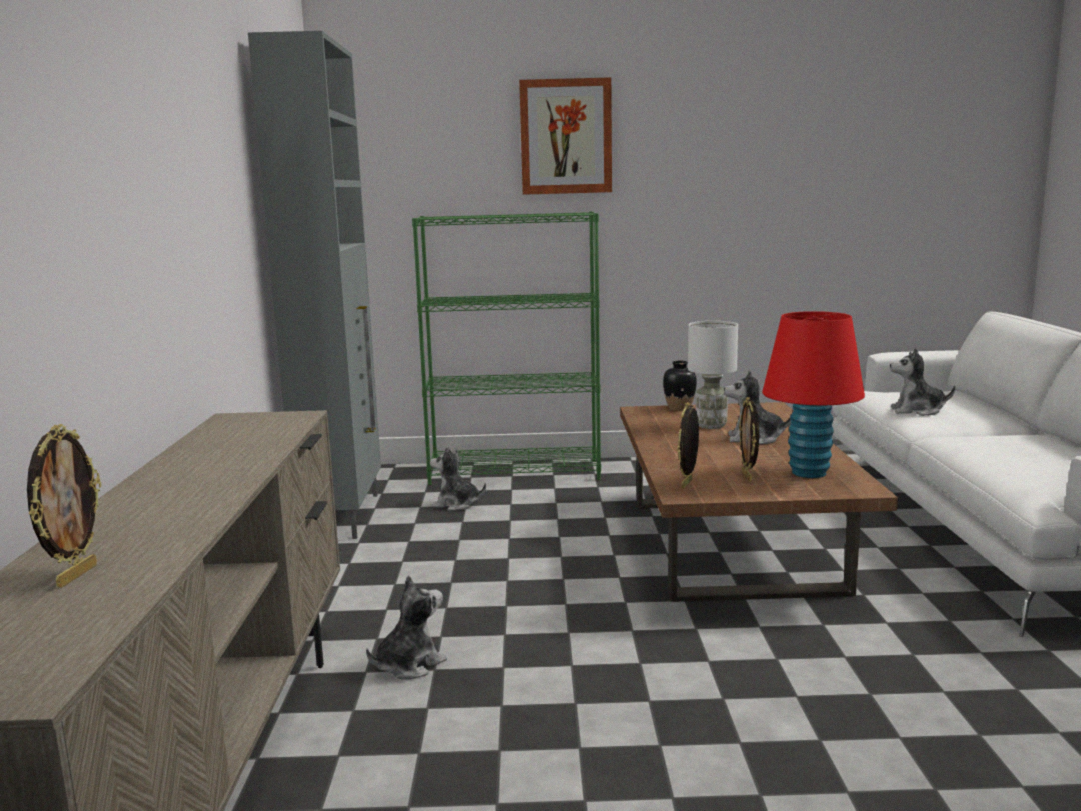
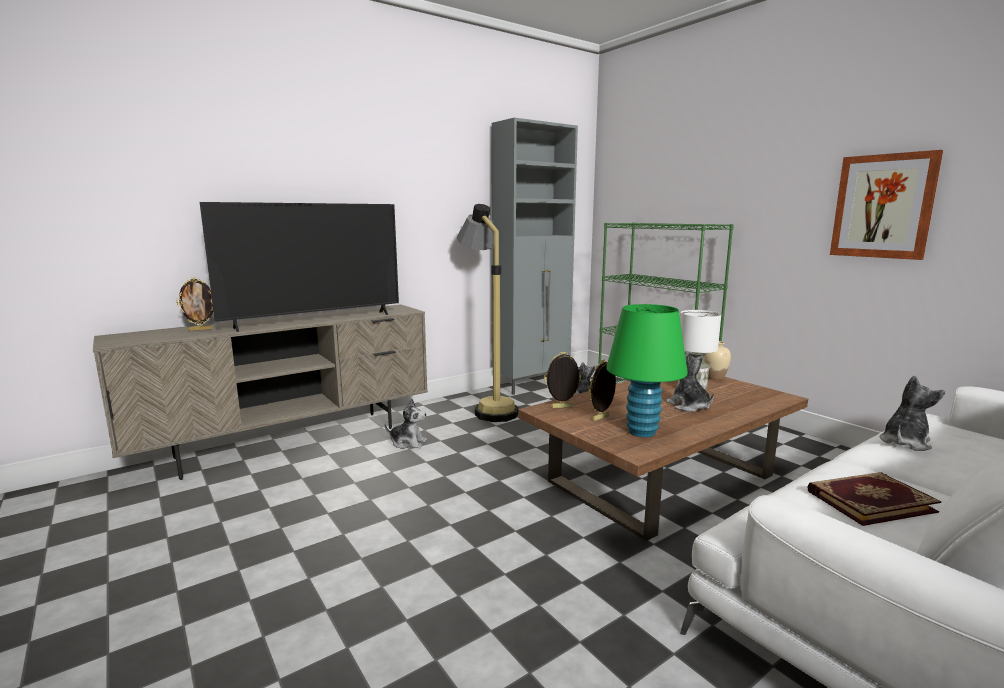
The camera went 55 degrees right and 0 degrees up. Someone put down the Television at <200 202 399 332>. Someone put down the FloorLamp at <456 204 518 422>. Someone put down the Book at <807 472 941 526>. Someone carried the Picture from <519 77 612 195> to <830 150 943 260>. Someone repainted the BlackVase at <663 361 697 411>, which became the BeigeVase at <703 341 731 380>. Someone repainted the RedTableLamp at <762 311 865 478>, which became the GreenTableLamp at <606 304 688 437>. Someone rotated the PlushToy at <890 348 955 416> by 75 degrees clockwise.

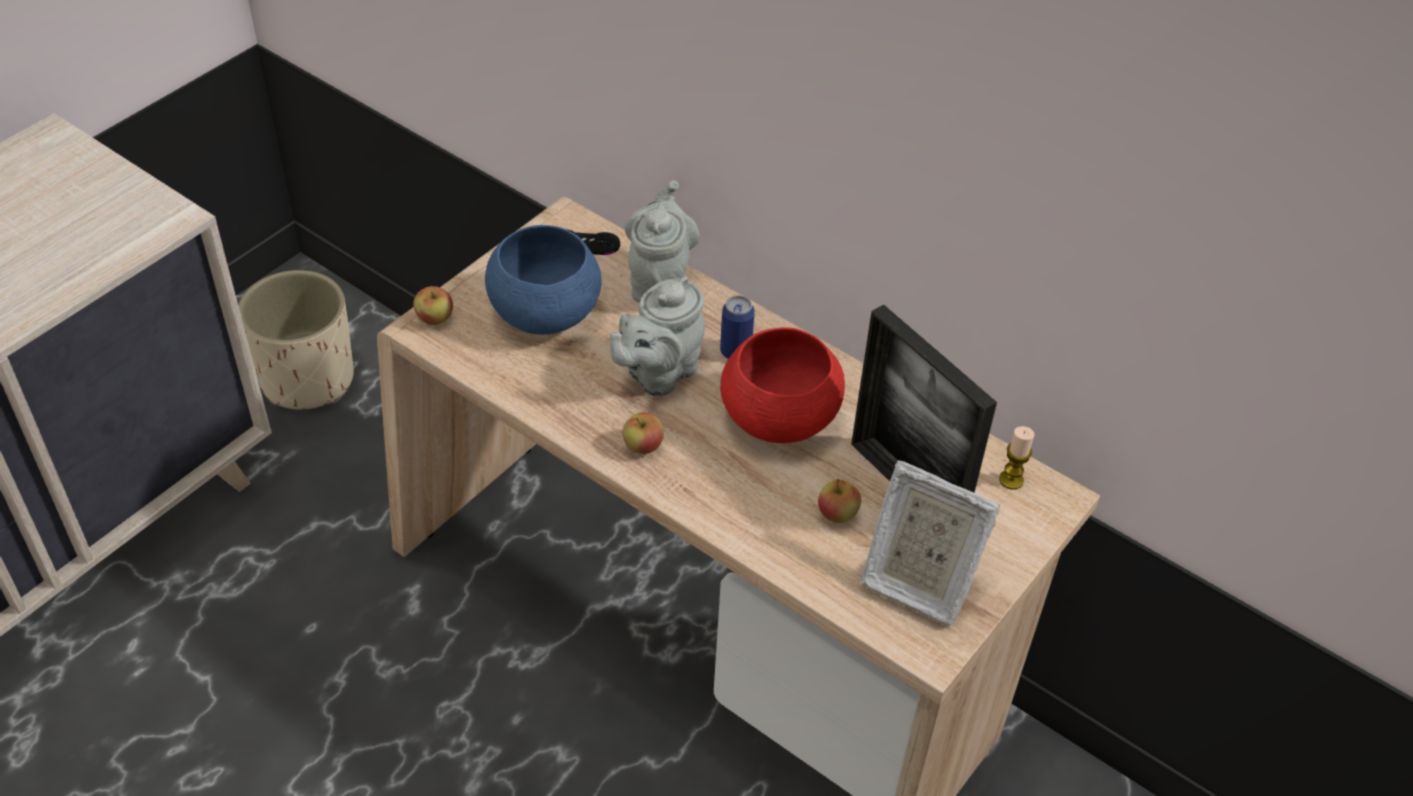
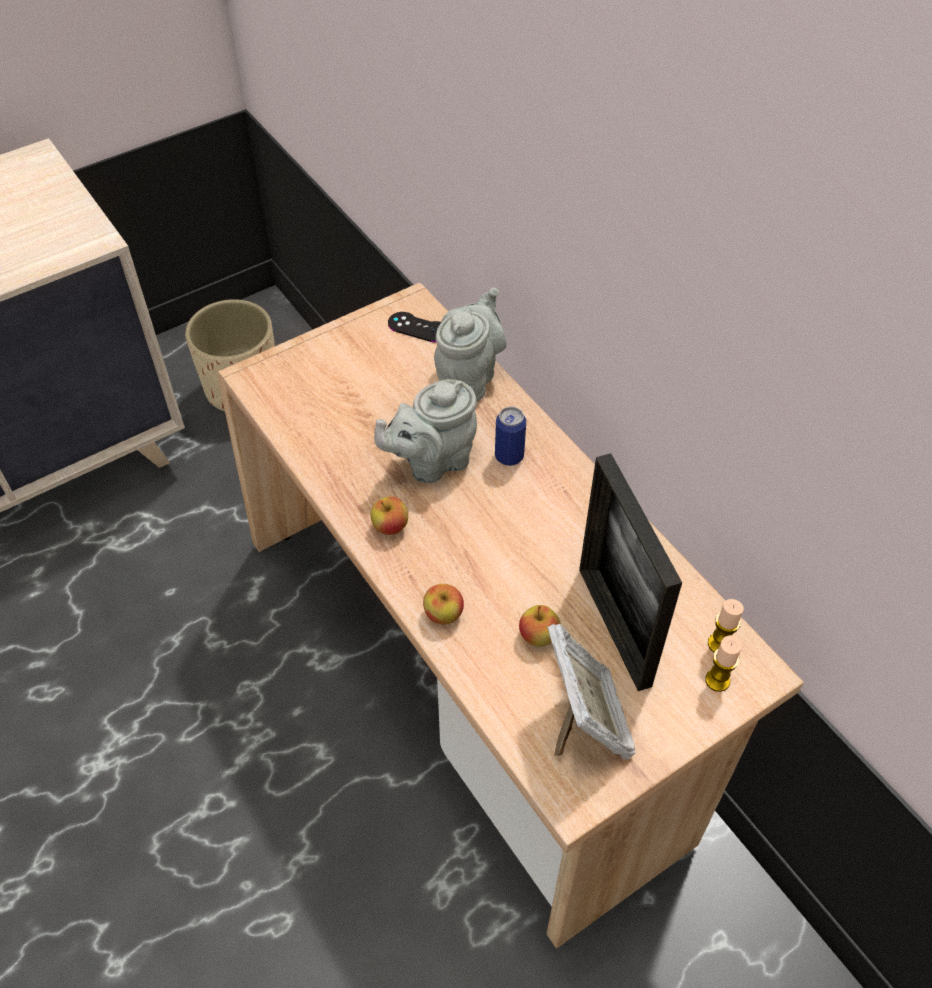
The camera went 20 degrees right and 5 degrees up. Someone took away the BlueBowl at <485 225 601 335>. Someone took away the RedBowl at <720 327 845 443>. Someone put down the Candle at <705 635 742 692>. Someone carried the Apple from <414 286 453 325> to <423 584 464 624>. Someone rotated the PictureFrame at <861 460 1000 626> by 150 degrees counterclockwise.

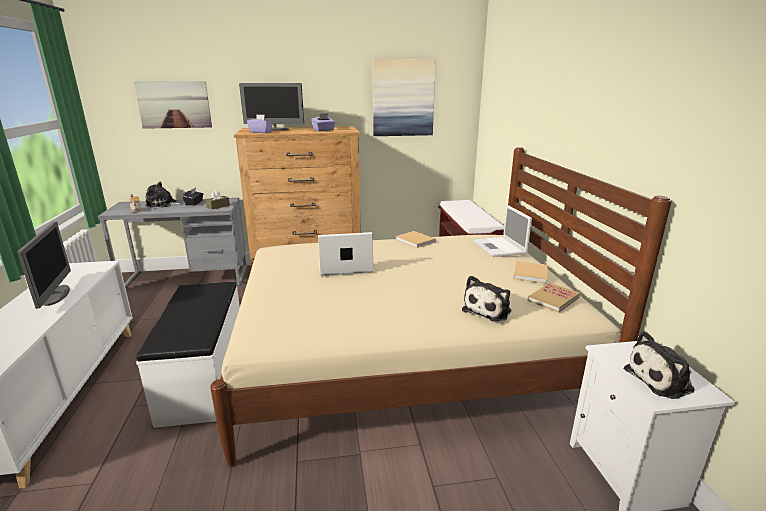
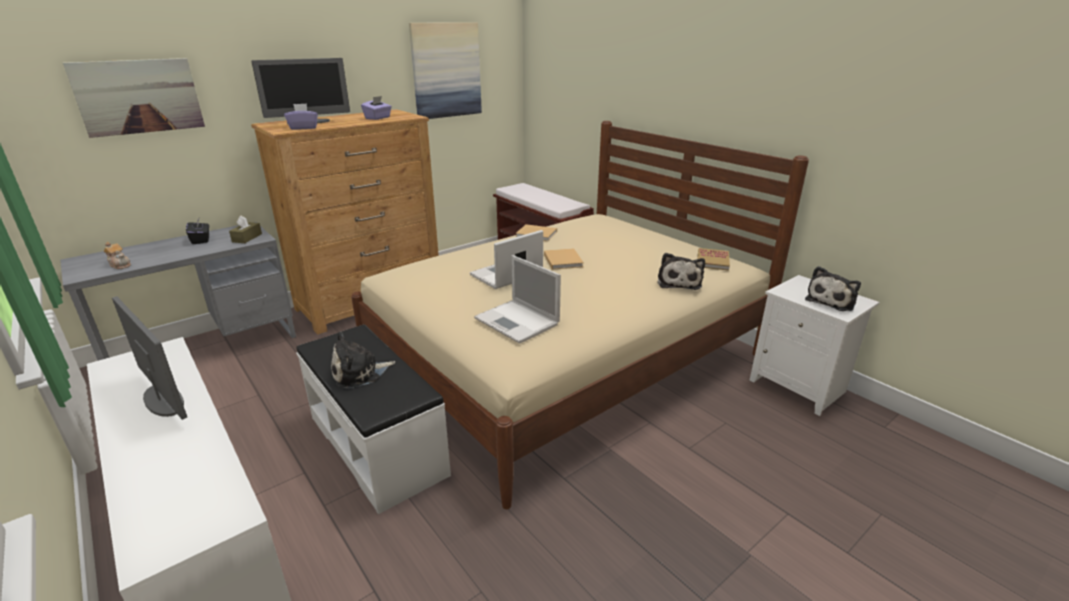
The camera went 30 degrees left and 5 degrees up. Someone carried the PlushToy from <145 182 182 207> to <331 331 395 389>. Someone carried the Laptop from <473 205 532 257> to <474 255 561 344>. Someone carried the BeigeBook from <513 261 547 284> to <544 248 584 270>.

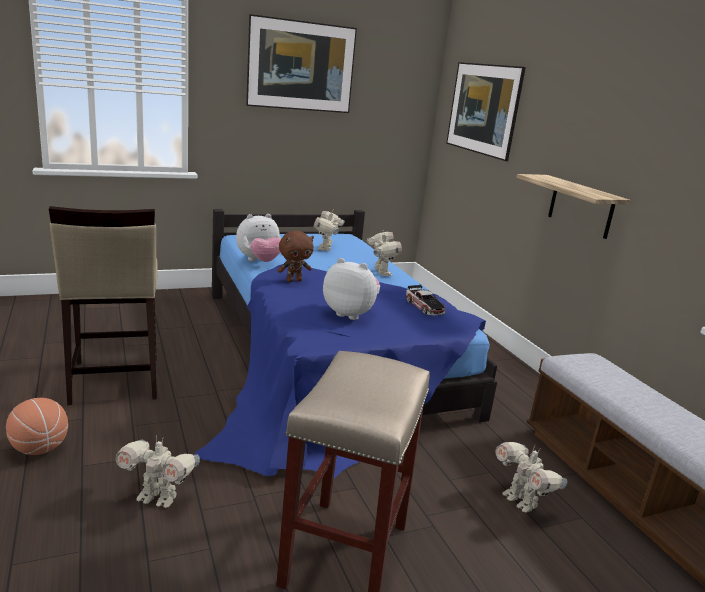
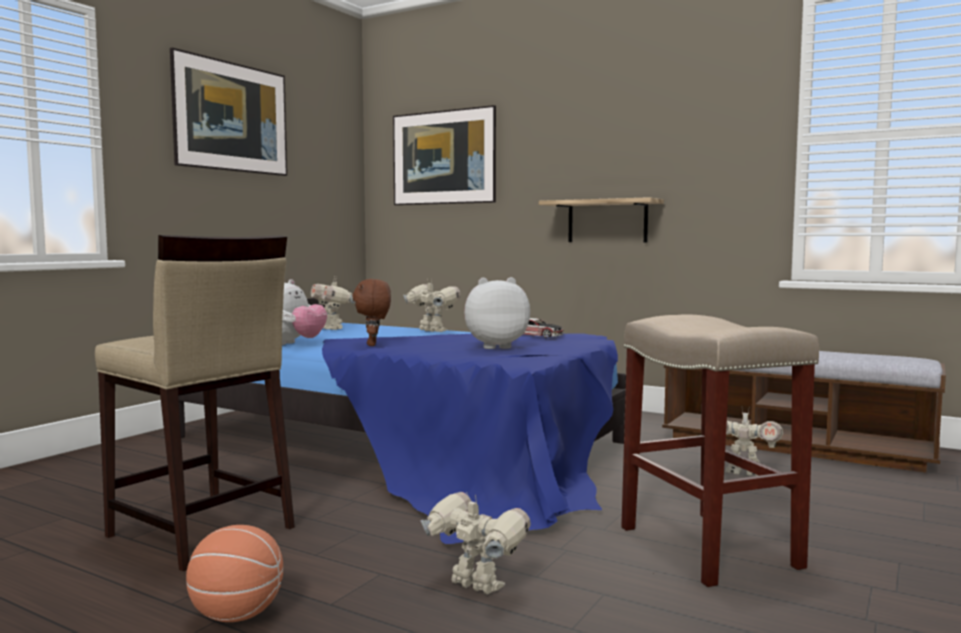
The camera went 35 degrees left and 15 degrees down. Someone rotated the ToyRobot at <115 435 200 508> by 120 degrees counterclockwise. Someone rotated the BrownPlushToy at <277 231 314 282> by 150 degrees clockwise.

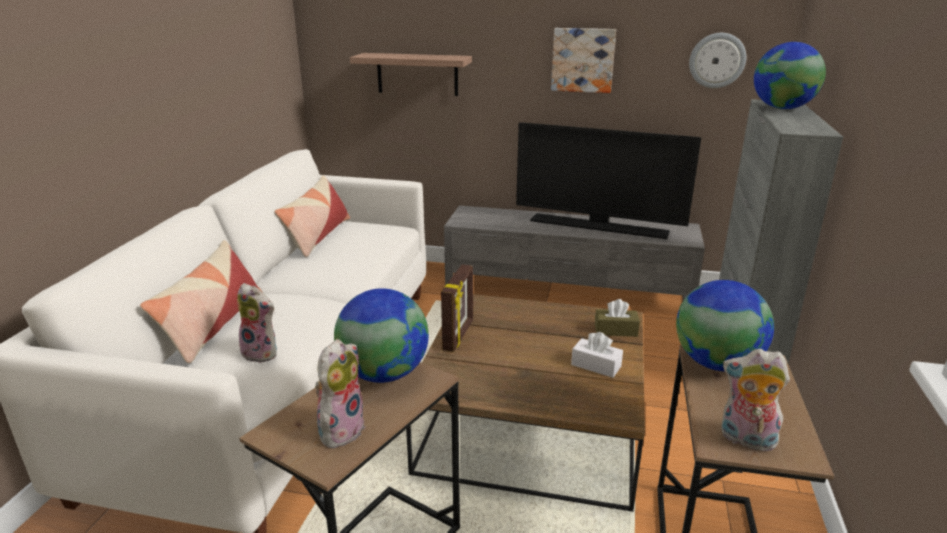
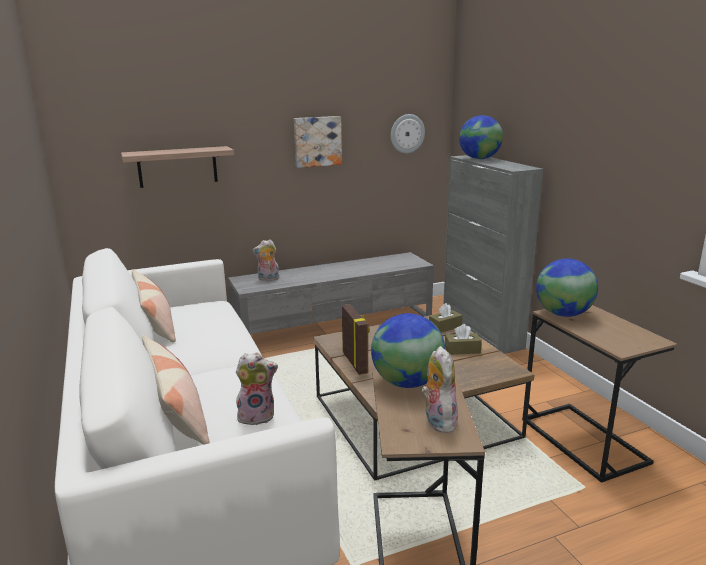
The camera went 35 degrees left and 5 degrees down. Someone took away the Television at <516 122 701 239>. Someone carried the PlushToy from <721 349 790 451> to <253 240 279 281>. Someone repainted the WhiteTissueBox at <571 332 623 378>, which became the BrownTissueBox at <445 324 482 355>.

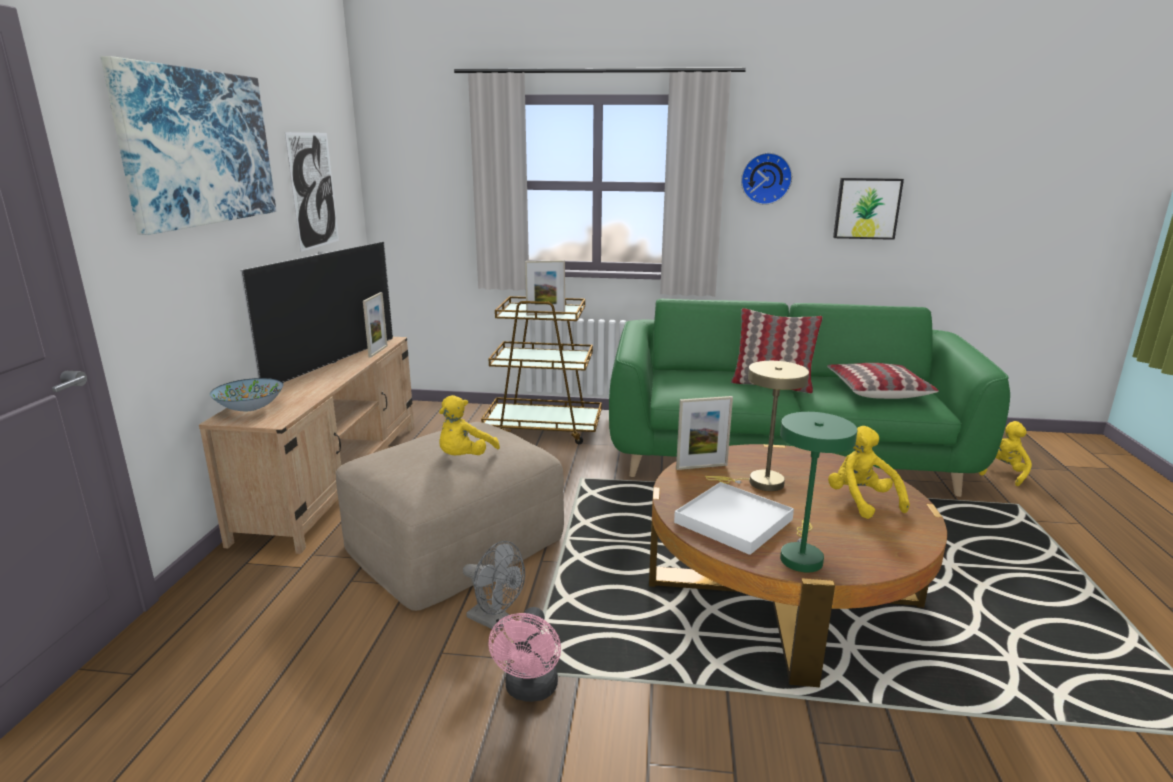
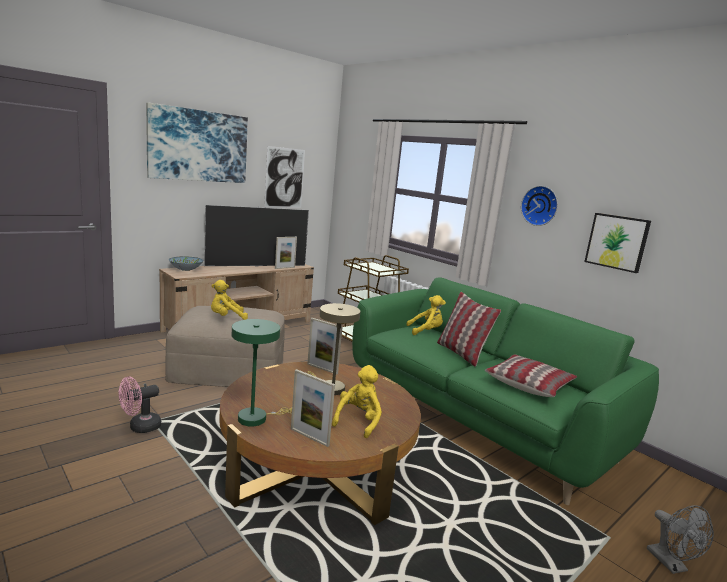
The camera went 40 degrees right and 5 degrees down. Someone took away the WhiteTray at <674 482 794 555>. Someone carried the GreyFan from <463 541 525 632> to <647 505 714 574>. Someone carried the PictureFrame from <525 260 565 316> to <291 369 335 447>. Someone carried the YellowPlushToy from <979 421 1032 486> to <406 295 446 335>.

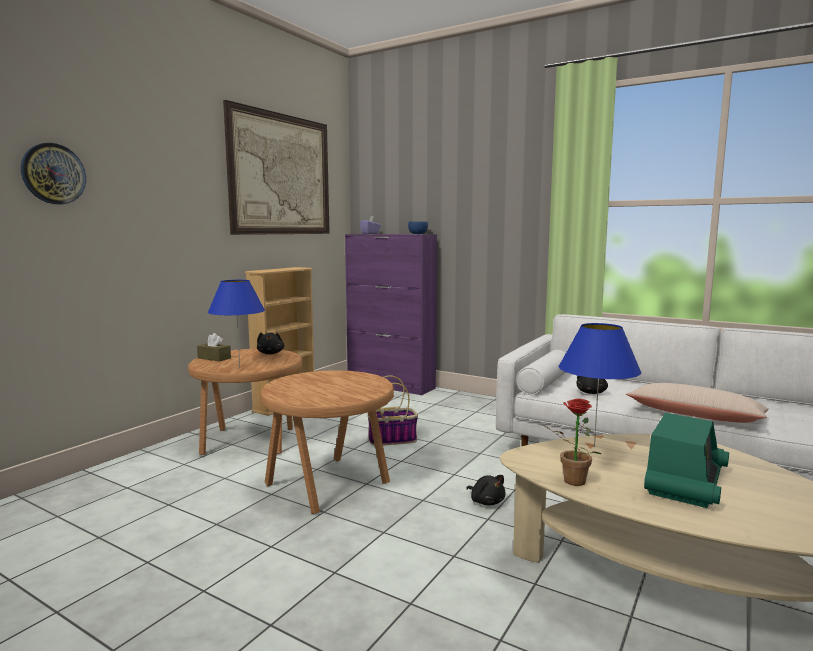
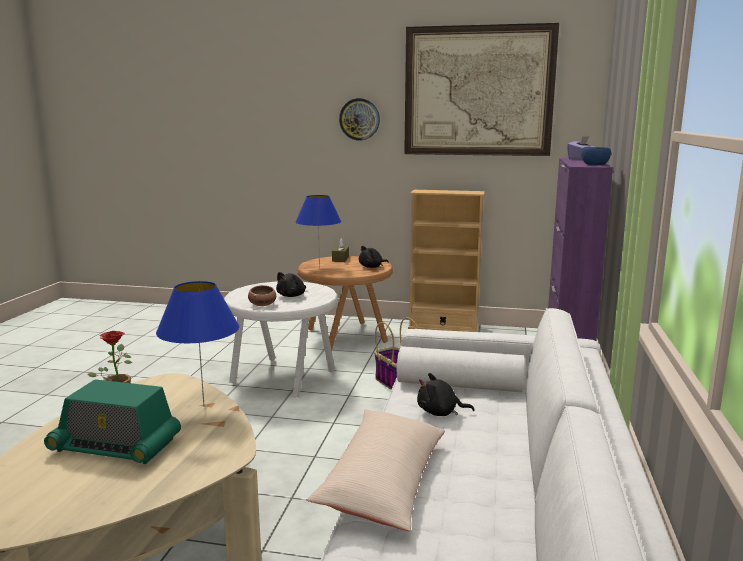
The camera went 70 degrees right and 5 degrees up. Someone put down the Bowl at <248 285 276 306>. Someone carried the WallClock from <21 143 86 204> to <339 98 380 140>. Someone carried the BlackPlushToy from <466 475 505 505> to <276 272 306 297>. Someone repainted the BrownSideTable at <260 370 394 514>, which became the WhiteSideTable at <224 281 338 397>.

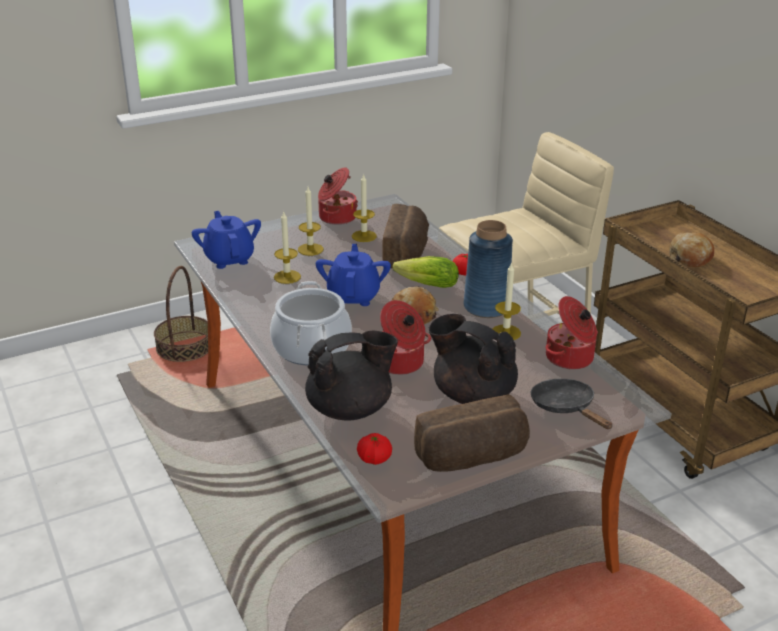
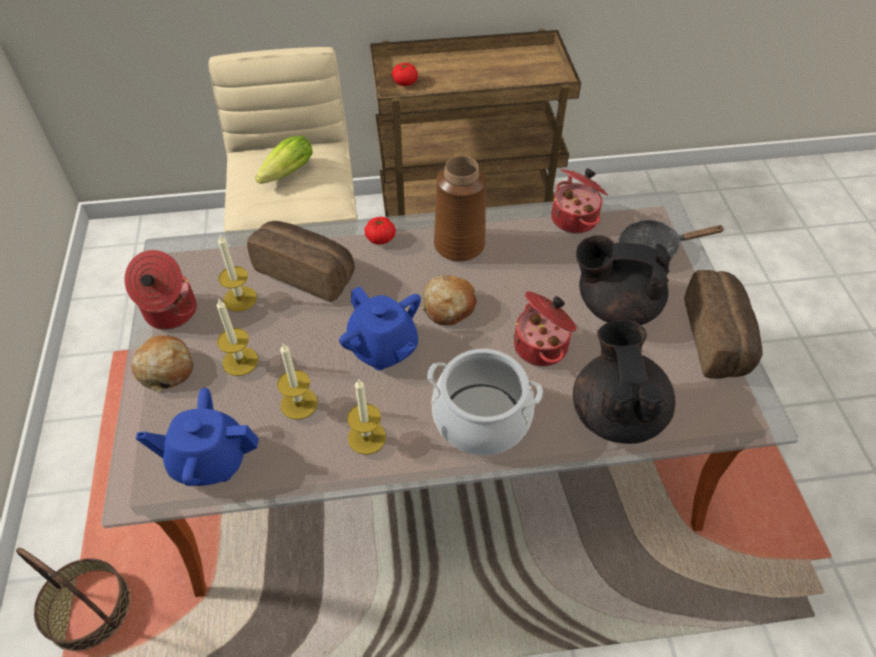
The camera went 70 degrees left and 20 degrees up. Someone carried the Tomato from <357 433 392 465> to <392 63 418 86>. Someone carried the Lettuce from <393 256 459 288> to <255 136 313 184>. Someone carried the Candle from <493 262 521 340> to <347 378 386 455>. Someone carried the Bread from <669 232 714 268> to <131 335 193 392>. Someone repainted the BlueVase at <464 220 513 318>, which became the BrownVase at <434 156 486 261>. Someone rotated the BlueTeapot at <316 244 391 306> by 150 degrees counterclockwise. Someone rotated the BlackTeapot at <429 314 518 404> by 45 degrees clockwise.

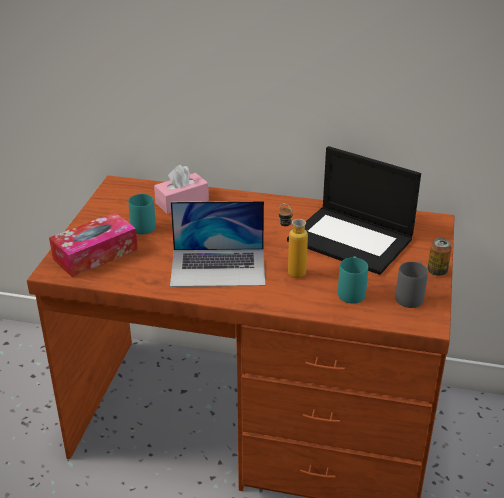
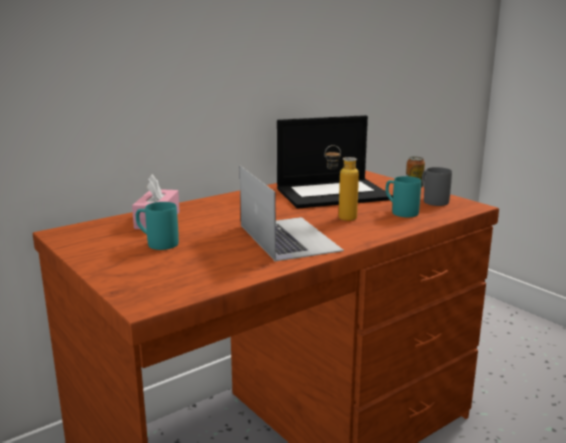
The camera went 50 degrees left and 15 degrees down. Someone took away the TissueBox at <49 212 138 277>. Someone rotated the Laptop at <170 201 265 287> by 60 degrees counterclockwise.

